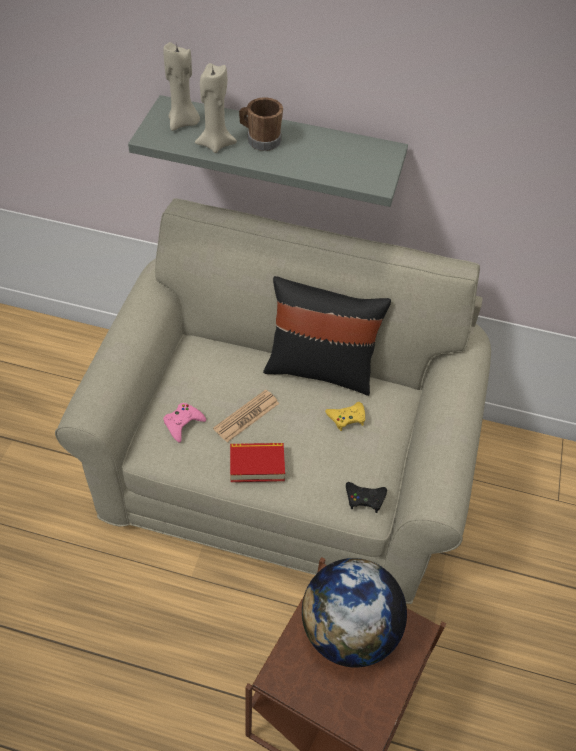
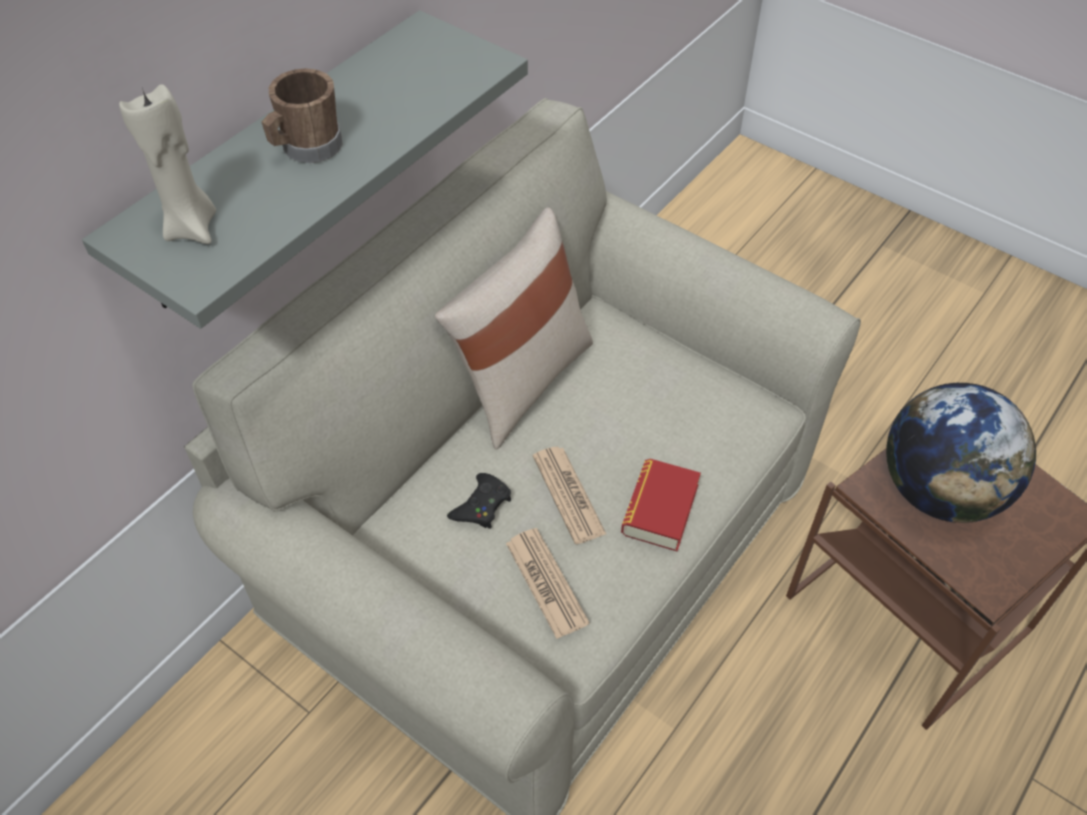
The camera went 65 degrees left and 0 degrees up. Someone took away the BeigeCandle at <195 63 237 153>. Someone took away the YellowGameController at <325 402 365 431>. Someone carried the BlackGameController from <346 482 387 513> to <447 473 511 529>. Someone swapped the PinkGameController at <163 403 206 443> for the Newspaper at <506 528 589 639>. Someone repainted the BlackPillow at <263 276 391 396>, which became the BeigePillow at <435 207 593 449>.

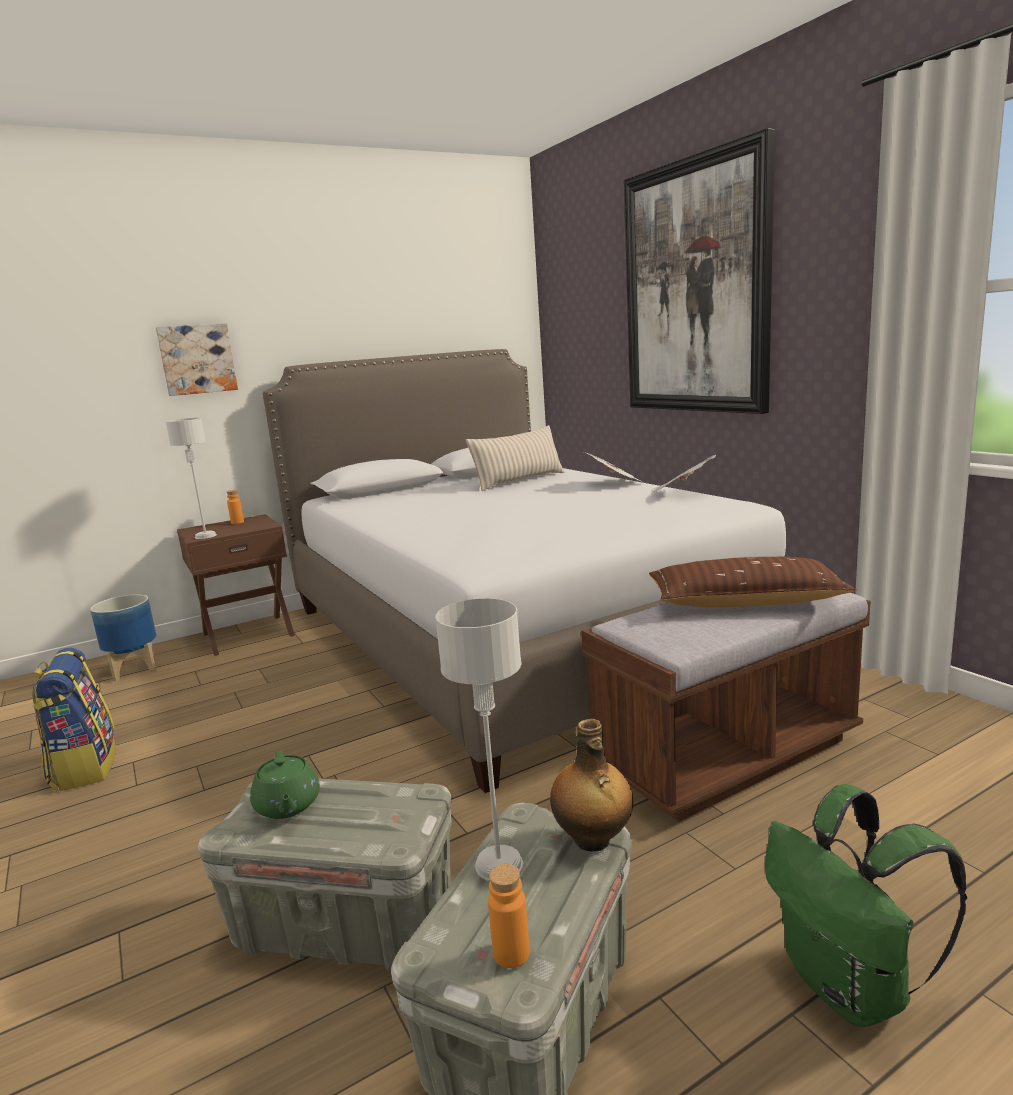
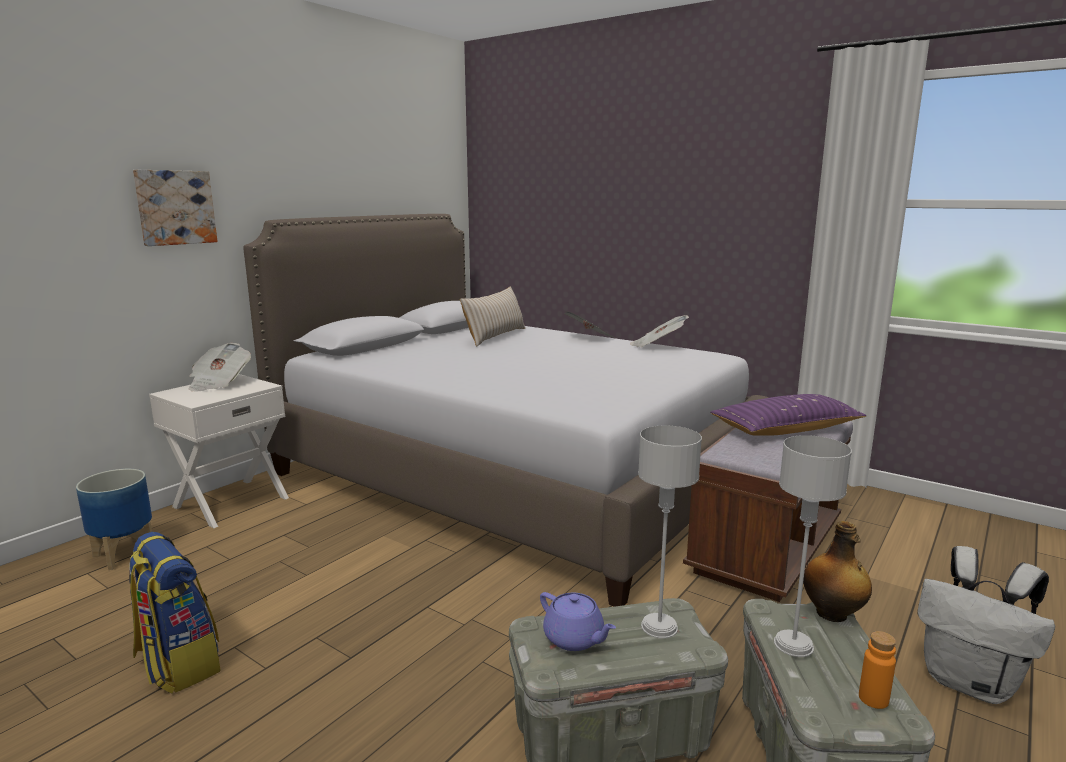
The camera went 25 degrees left and 0 degrees up. Someone took away the Picture at <624 128 775 414>. Someone carried the GreyTableLamp from <166 418 217 539> to <638 425 702 638>. Someone swapped the OrangeBottle at <227 490 244 524> for the Newspaper at <189 343 251 391>. Someone repainted the BrownNightstand at <177 514 295 656>, which became the WhiteNightstand at <149 374 289 528>. Someone repainted the GreenTeapot at <250 751 320 819>, which became the PurpleTeapot at <540 592 616 651>. Someone repainted the BrownPillow at <649 557 857 608>, which became the PurplePillow at <710 394 867 436>. Someone repainted the GreenBackpack at <765 784 967 1027>, which became the WhiteBackpack at <917 546 1055 704>.

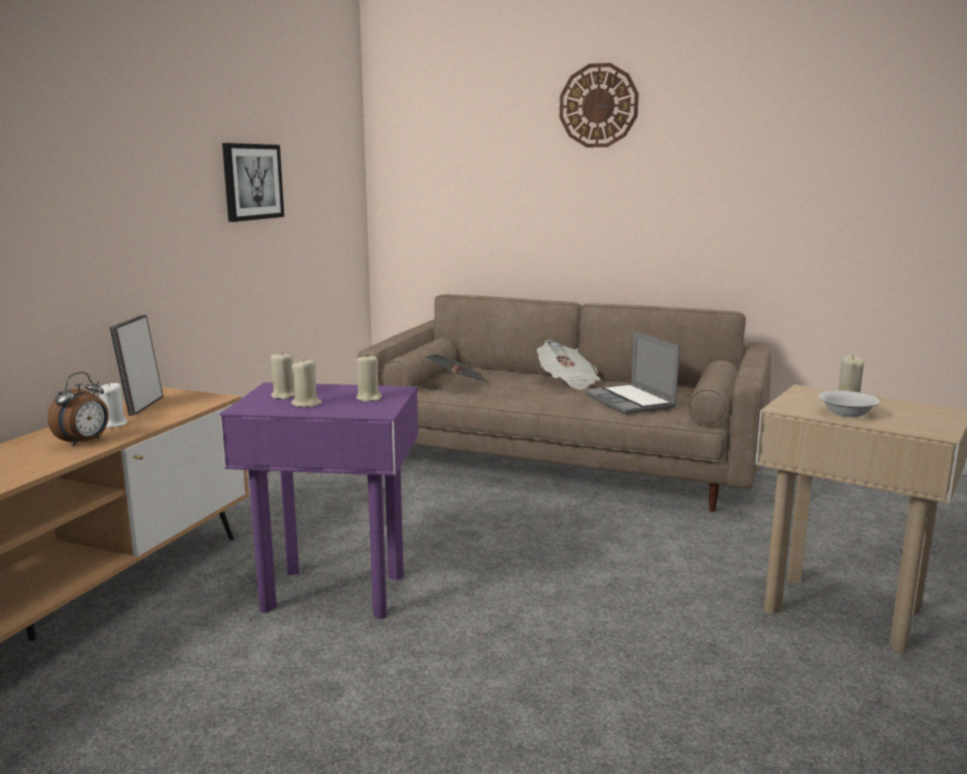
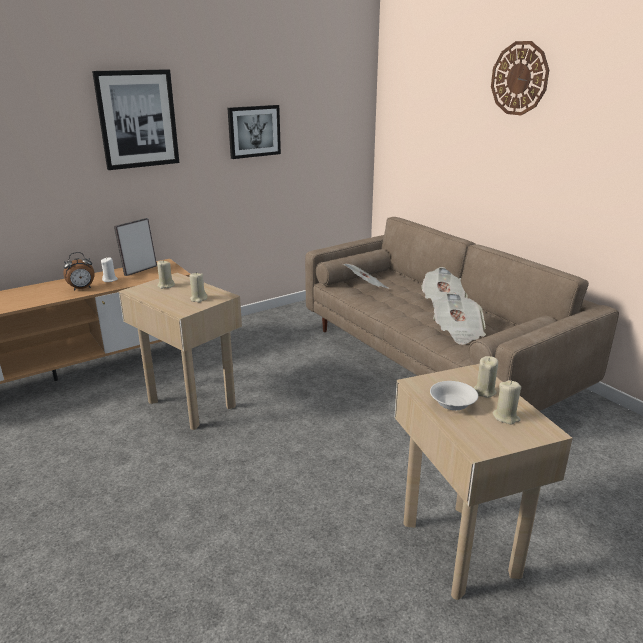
The camera went 35 degrees right and 10 degrees up. Someone put up the Picture at <92 69 179 170>. Someone carried the BeigeCandle from <291 358 322 407> to <493 380 521 425>. Someone swapped the Laptop at <585 331 680 414> for the Newspaper at <434 292 486 345>. Someone repainted the PurpleSideTable at <219 382 418 619>, which became the BeigeSideTable at <119 273 242 430>.

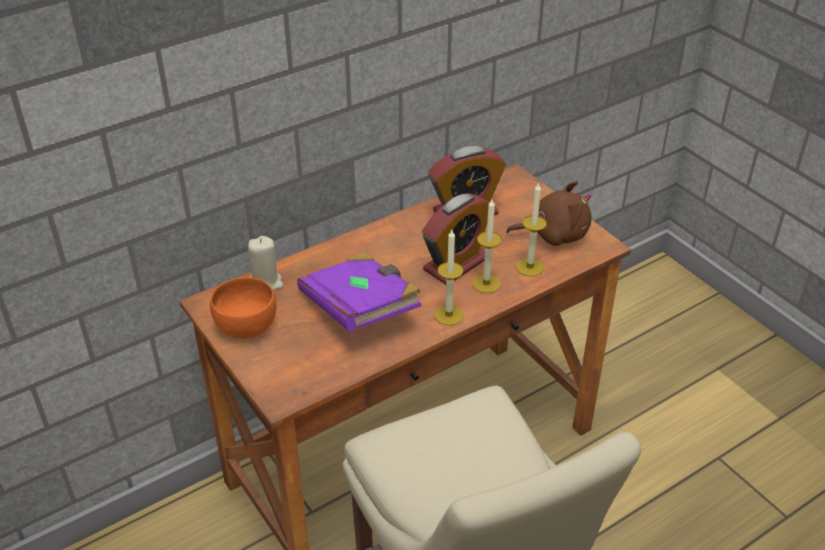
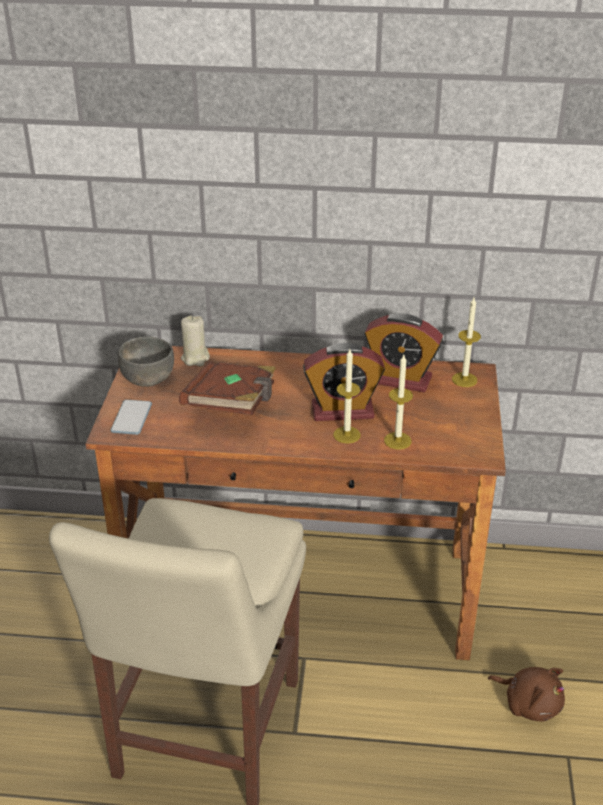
The camera went 40 degrees right and 5 degrees down. Someone put down the Phone at <110 400 152 435>. Someone carried the Candle from <434 230 464 325> to <452 298 481 387>. Someone carried the BrownPlushToy from <506 181 592 246> to <488 667 565 722>. Someone repainted the OrangeBowl at <210 277 276 338>, which became the GreyBowl at <118 337 174 387>. Someone repainted the PurpleBook at <297 252 421 332>, which became the BrownBook at <179 362 276 415>.

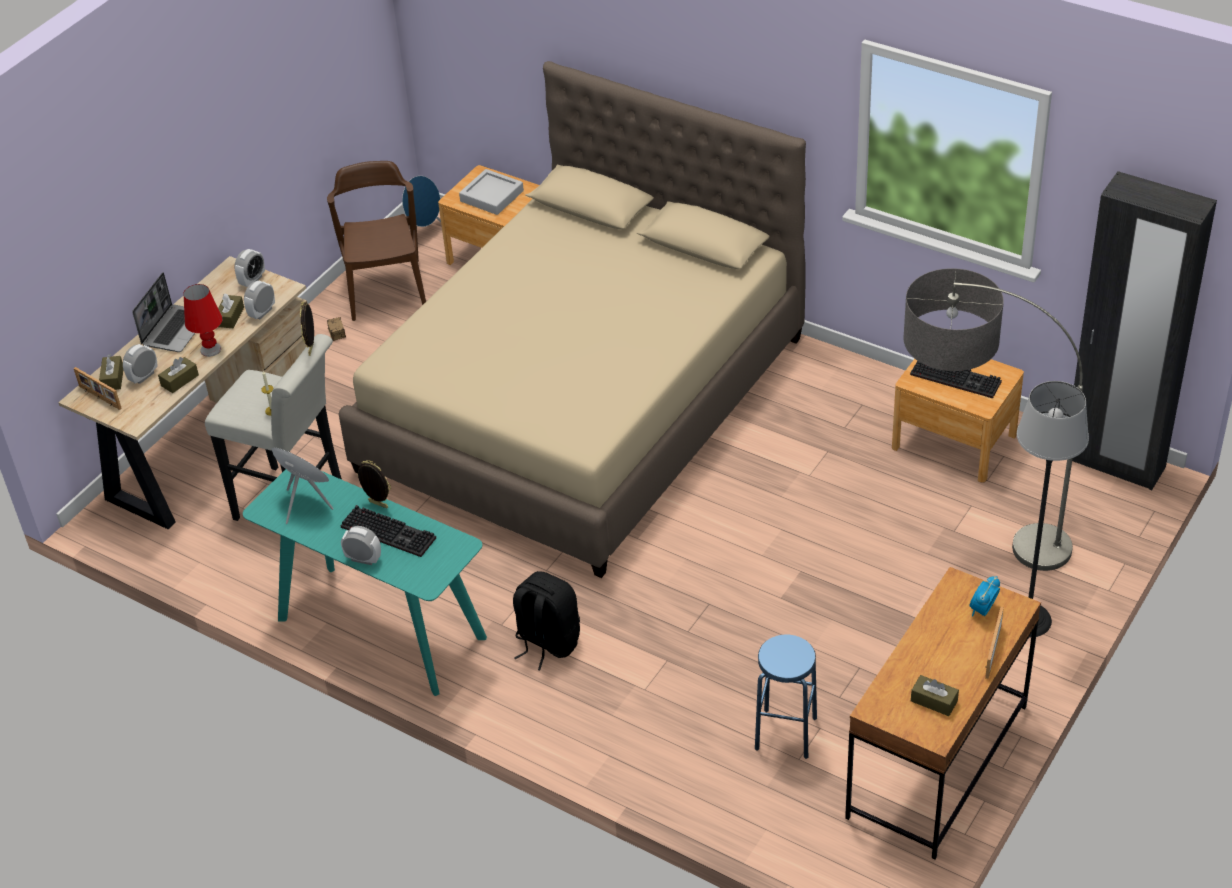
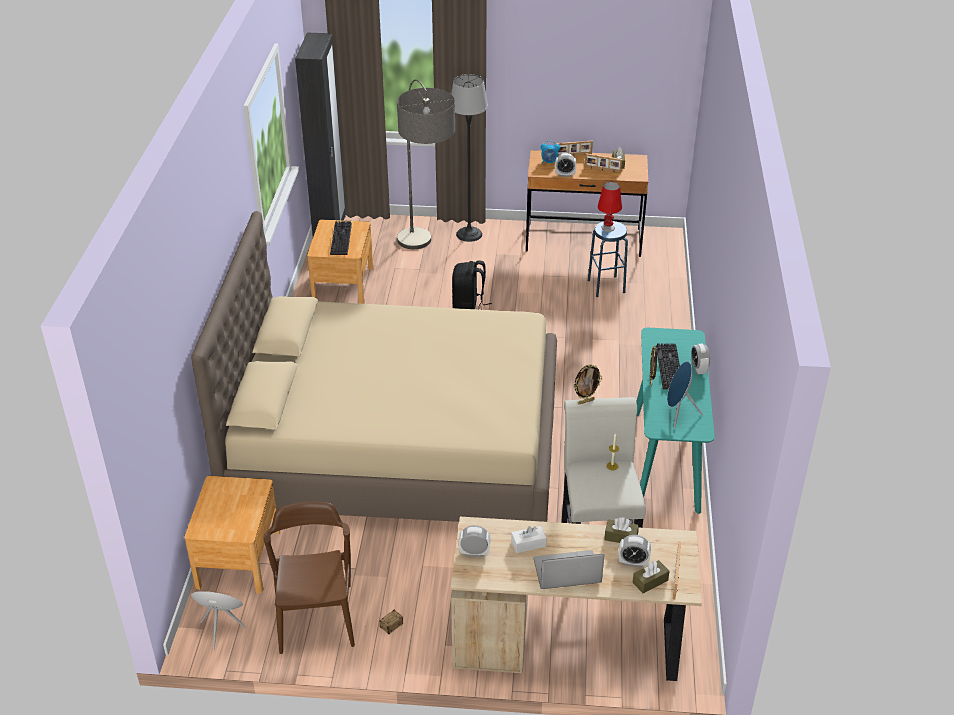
The camera went 120 degrees left and 5 degrees down. Someone took away the GreyTray at <459 169 524 215>. Someone put down the PictureFrame at <584 153 622 173>. Someone carried the RedTableLamp from <184 284 222 357> to <598 182 622 232>. Someone carried the AlarmClock from <244 281 275 319> to <555 153 576 177>. Someone carried the BlackBackpack from <513 571 580 670> to <452 260 492 310>. Someone repainted the BrownTissueBox at <218 293 244 328>, which became the WhiteTissueBox at <511 526 546 553>. Someone rotated the BrownChair at <327 161 426 321> by 120 degrees clockwise.

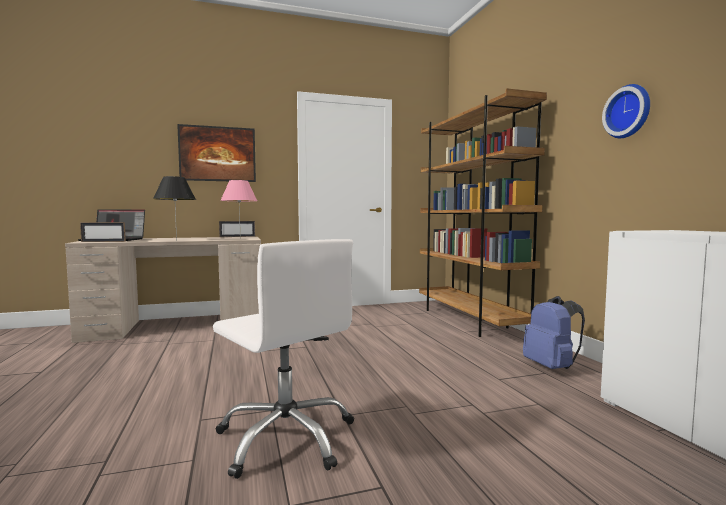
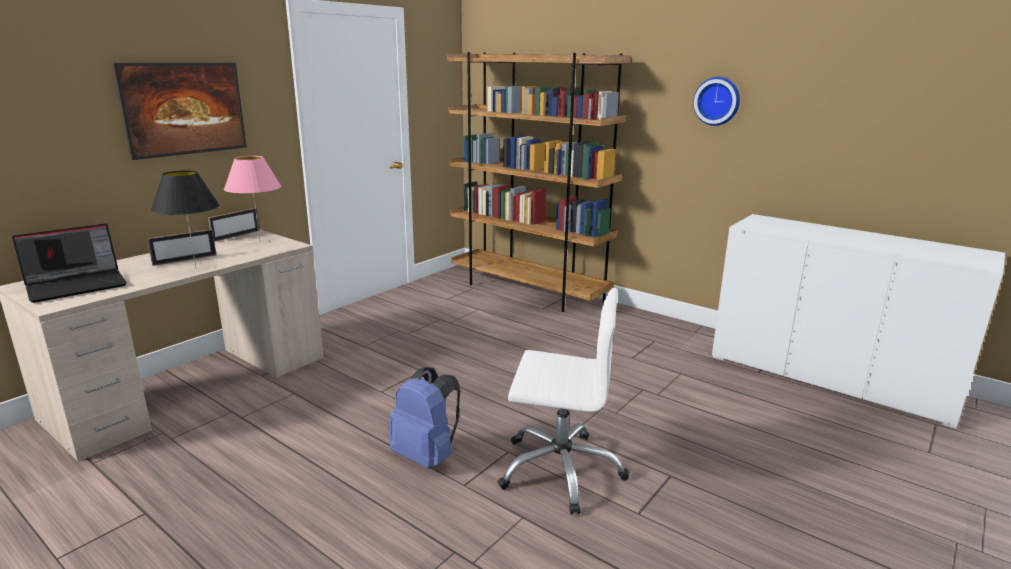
The camera went 35 degrees left and 15 degrees up. Someone carried the PictureFrame from <80 222 126 242> to <147 229 216 266>. Someone carried the BlueBackpack from <523 296 585 369> to <389 367 461 469>.

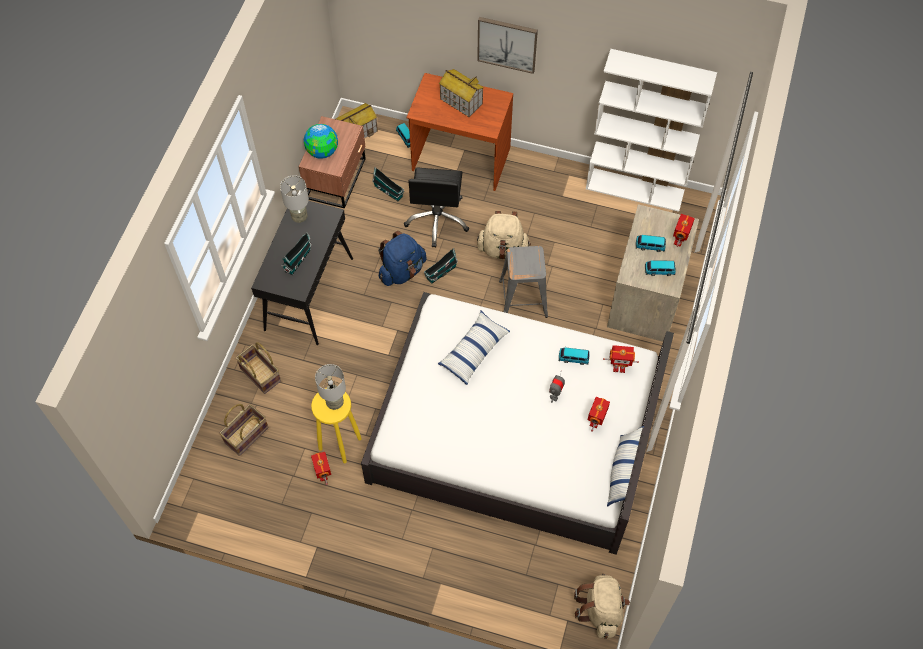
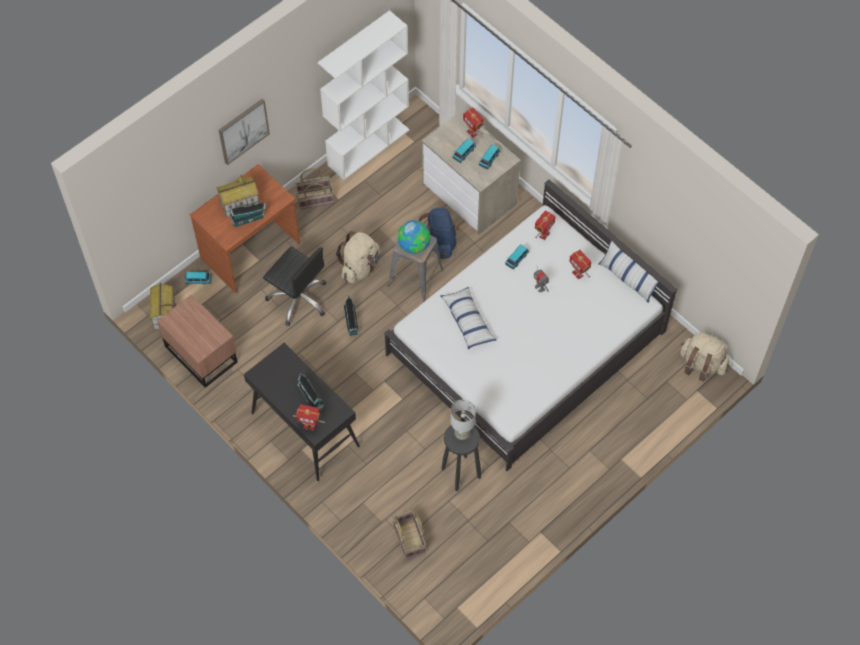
The camera went 60 degrees left and 0 degrees up. Someone took away the GreyTableLamp at <280 175 309 223>. Someone carried the Basket from <236 342 281 394> to <295 168 334 210>. Someone carried the Globe from <304 124 338 159> to <398 221 430 254>. Someone carried the ToyRobot from <311 452 331 485> to <293 404 325 431>. Someone carried the ToyHouse from <372 167 404 201> to <229 202 266 227>. Someone carried the BlueBackpack from <378 231 427 286> to <418 208 460 259>. Someone repainted the YellowStool at <311 388 362 464>, which became the BlackStool at <441 425 481 491>.

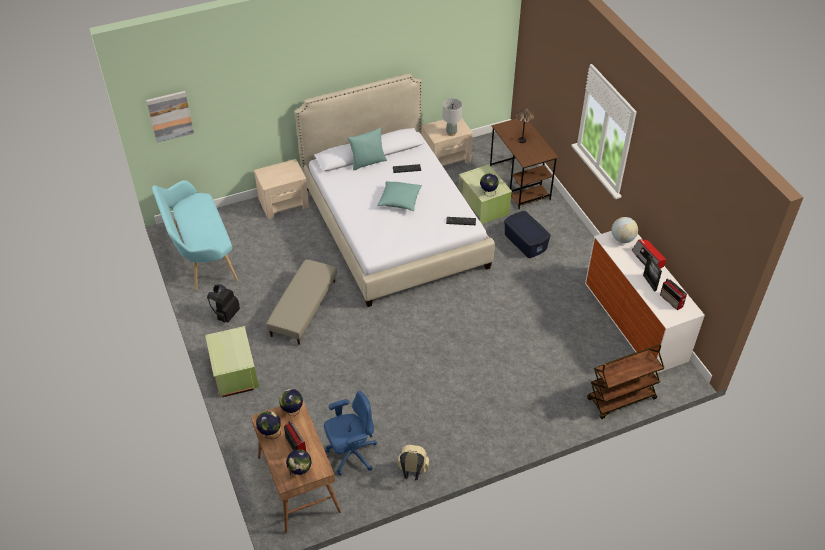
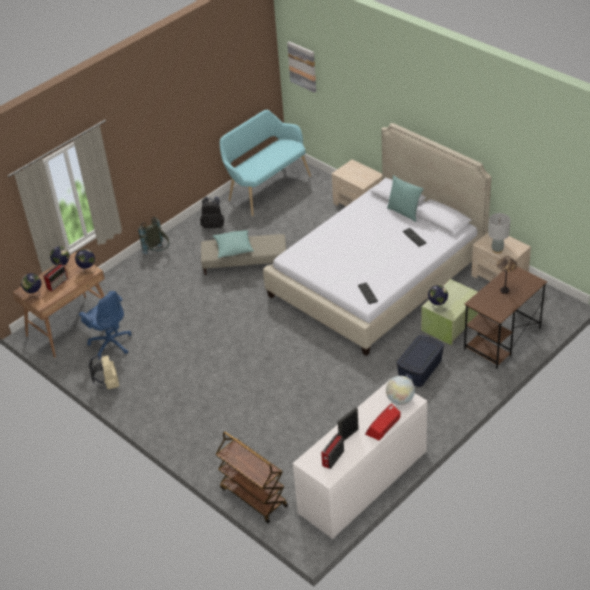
The camera went 70 degrees right and 5 degrees down. Someone carried the TurquoisePillow from <377 181 422 211> to <213 230 254 258>. Someone swapped the GreenStorageBox at <205 326 259 398> for the GreyBackpack at <138 217 170 254>.

